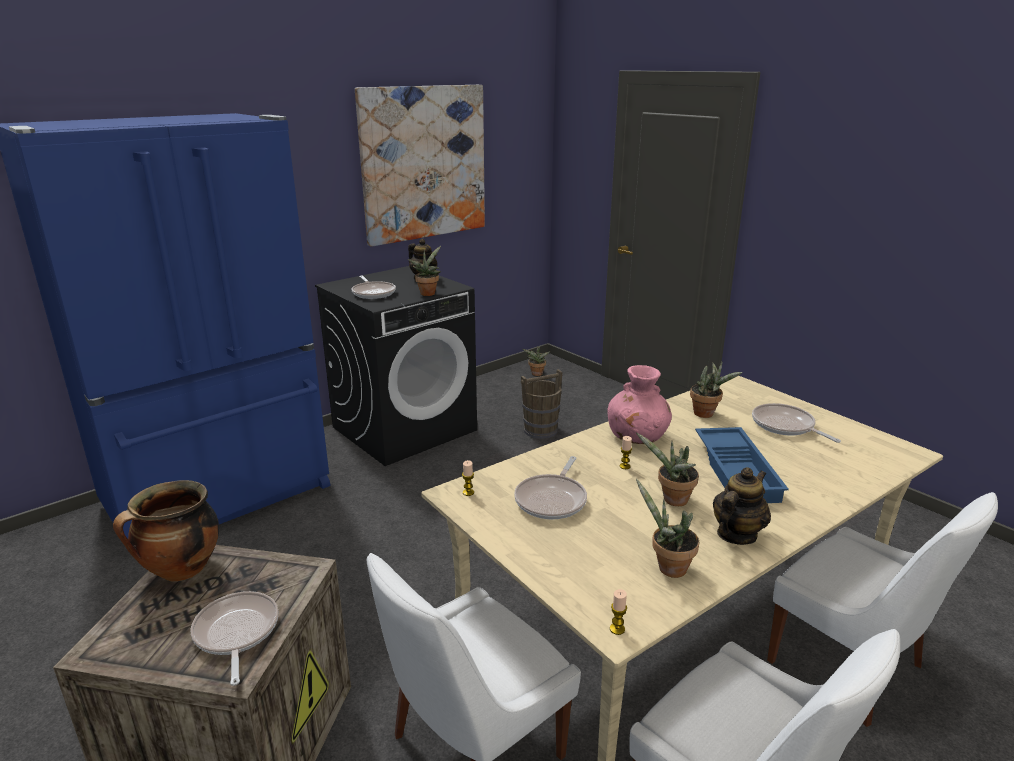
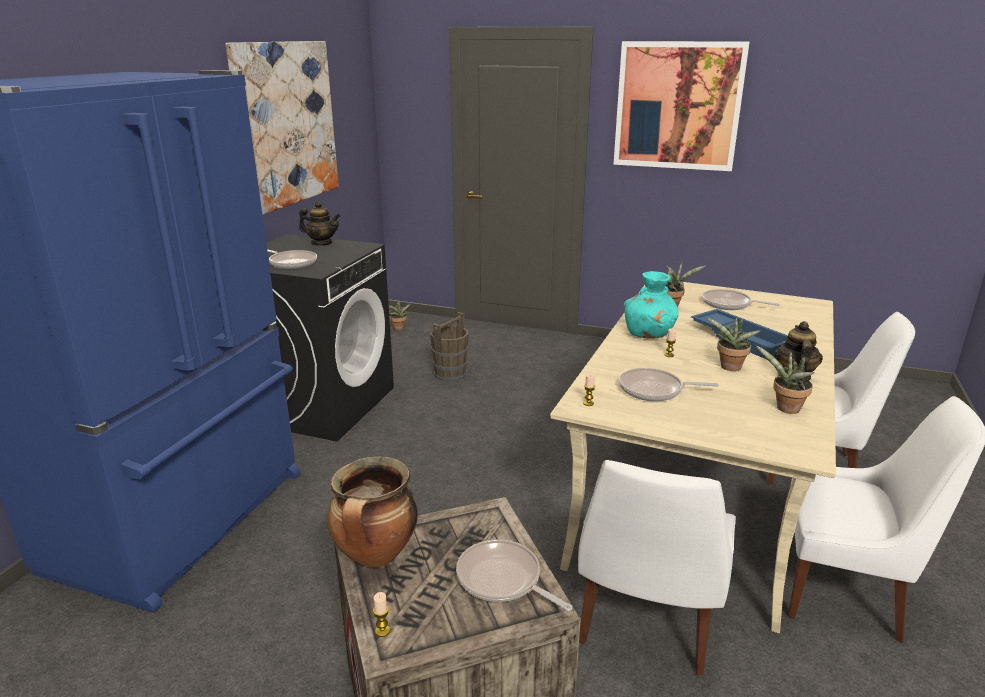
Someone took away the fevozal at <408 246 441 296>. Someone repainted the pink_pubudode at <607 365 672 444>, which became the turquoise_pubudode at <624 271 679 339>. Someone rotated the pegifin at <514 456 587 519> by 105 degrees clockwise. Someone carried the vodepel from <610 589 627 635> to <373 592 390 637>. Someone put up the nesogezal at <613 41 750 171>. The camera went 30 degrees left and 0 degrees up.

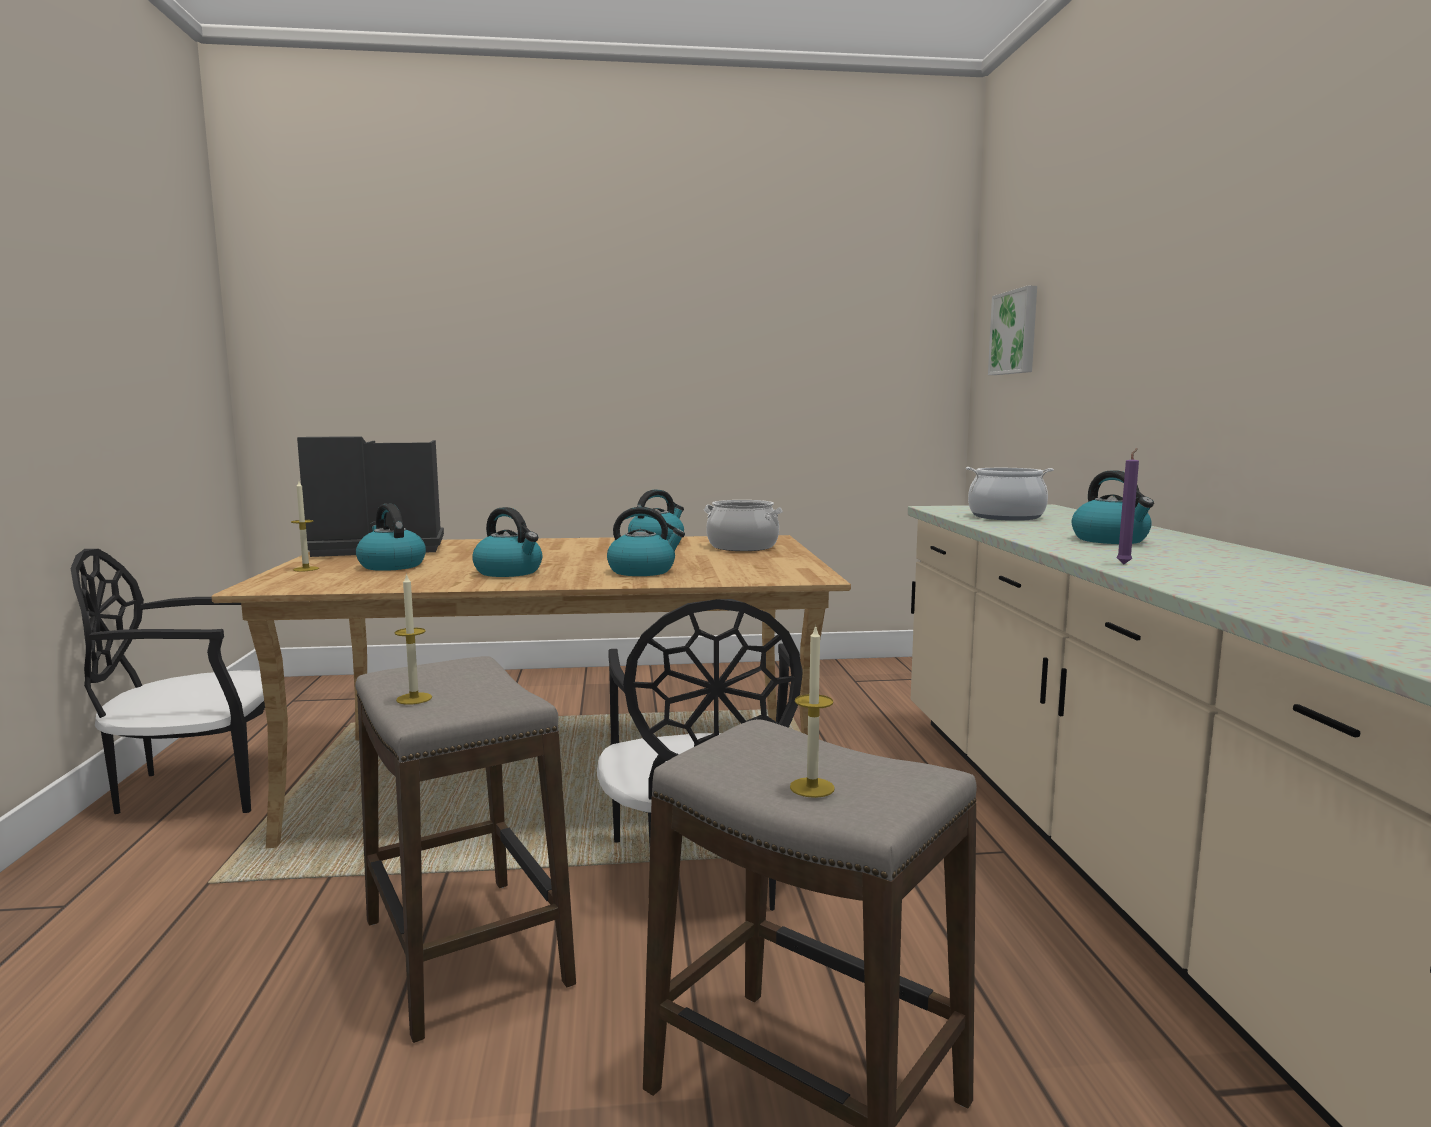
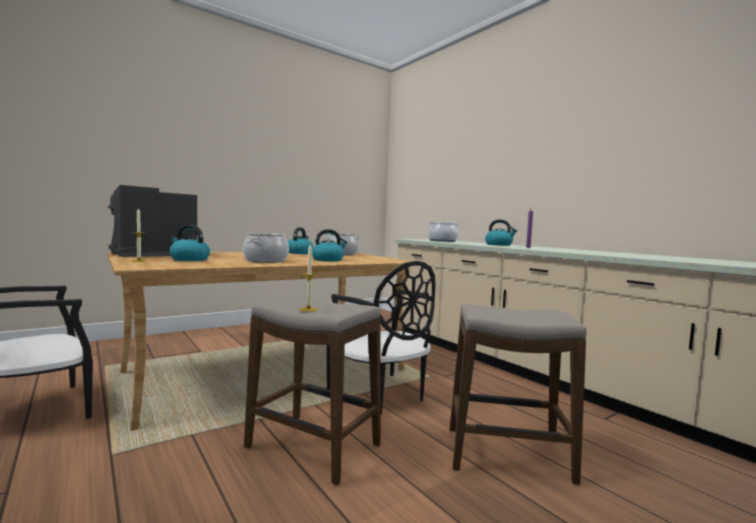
Someone took away the nesogezal at <988 286 1037 375>. Someone swapped the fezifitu at <472 507 542 577> for the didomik at <243 233 289 263>. Someone took away the vodepel at <790 624 835 798>. The camera went 30 degrees left and 5 degrees down.

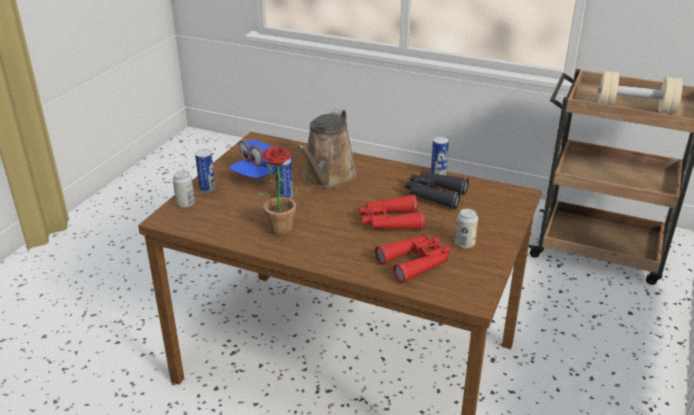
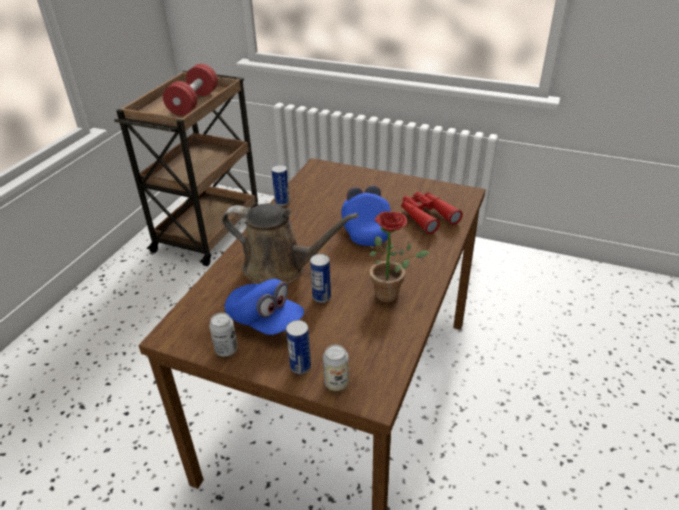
Someone repainted the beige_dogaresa at <598 71 683 114>, which became the red_dogaresa at <163 64 218 116>. Someone took away the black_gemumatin at <405 172 469 210>. Someone swapped the red_gemumatin at <359 195 425 230> for the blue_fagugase at <341 185 391 246>. Someone carried the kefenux from <455 208 478 248> to <209 313 238 357>. The camera went 90 degrees left and 5 degrees up.

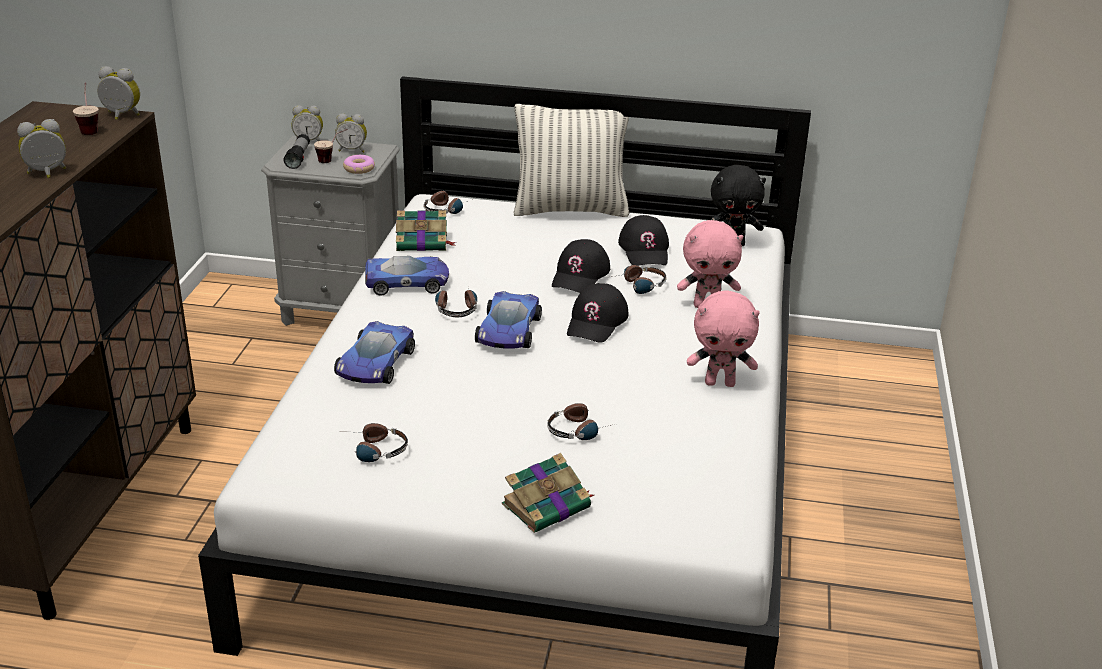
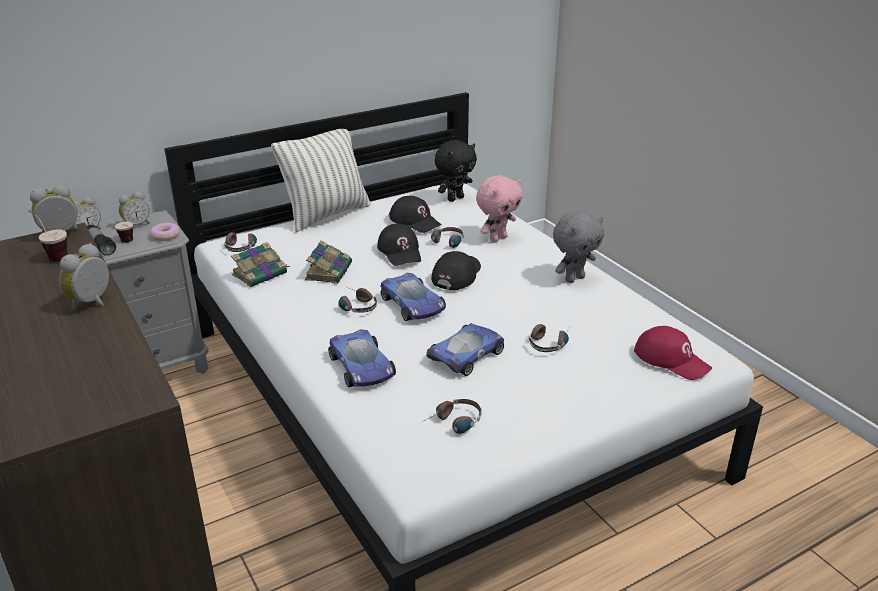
Someone carried the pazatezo from <365 256 449 296> to <426 323 504 376>. Someone rotated the black_fagugase at <567 283 629 343> by 135 degrees counterclockwise. Someone repainted the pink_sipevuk at <687 291 760 387>, which became the grey_sipevuk at <553 211 604 283>. Someone carried the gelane from <502 453 594 533> to <305 240 352 284>. Someone put down the red_fagugase at <634 326 712 380>. The camera went 40 degrees left and 0 degrees up.

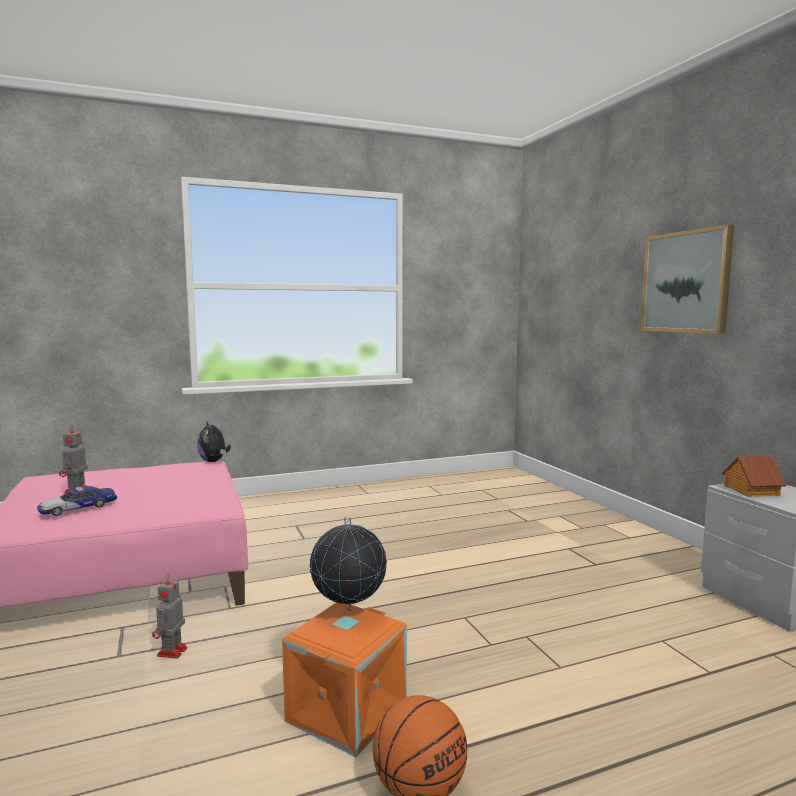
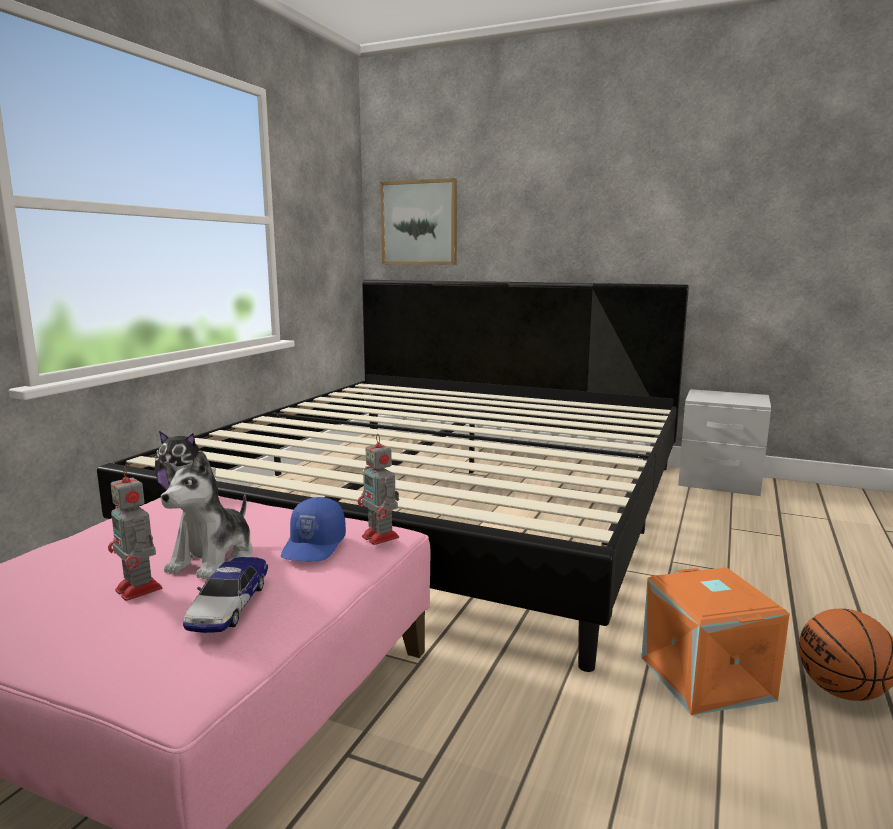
Someone carried the nesogezal from <640 224 734 334> to <380 178 457 265>. Someone took away the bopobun at <722 456 787 497>. Someone took away the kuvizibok at <309 517 387 611>. Someone carried the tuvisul from <152 574 187 658> to <358 434 399 545>. Someone put down the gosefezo at <97 280 689 672>. Someone put down the sipevuk at <161 450 252 580>. Someone put down the blue_fagugase at <281 497 346 562>. The camera went 45 degrees left and 5 degrees up.

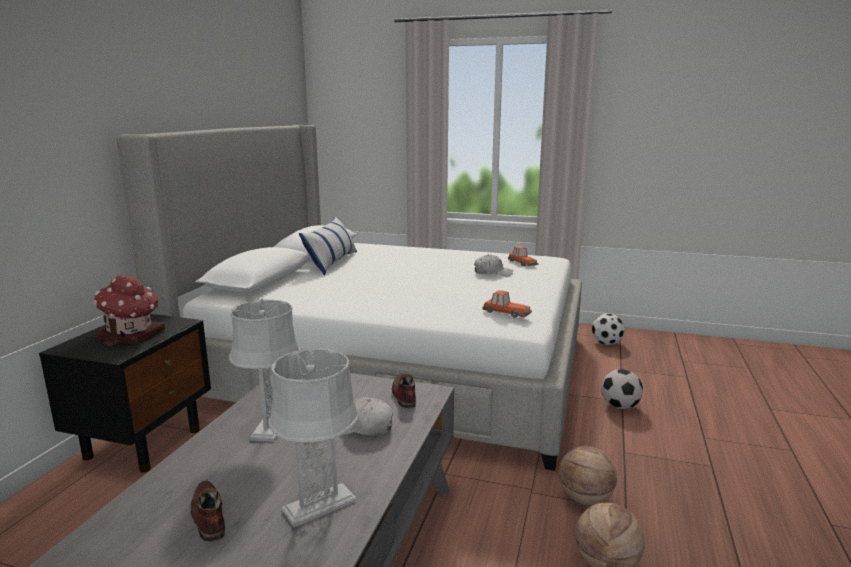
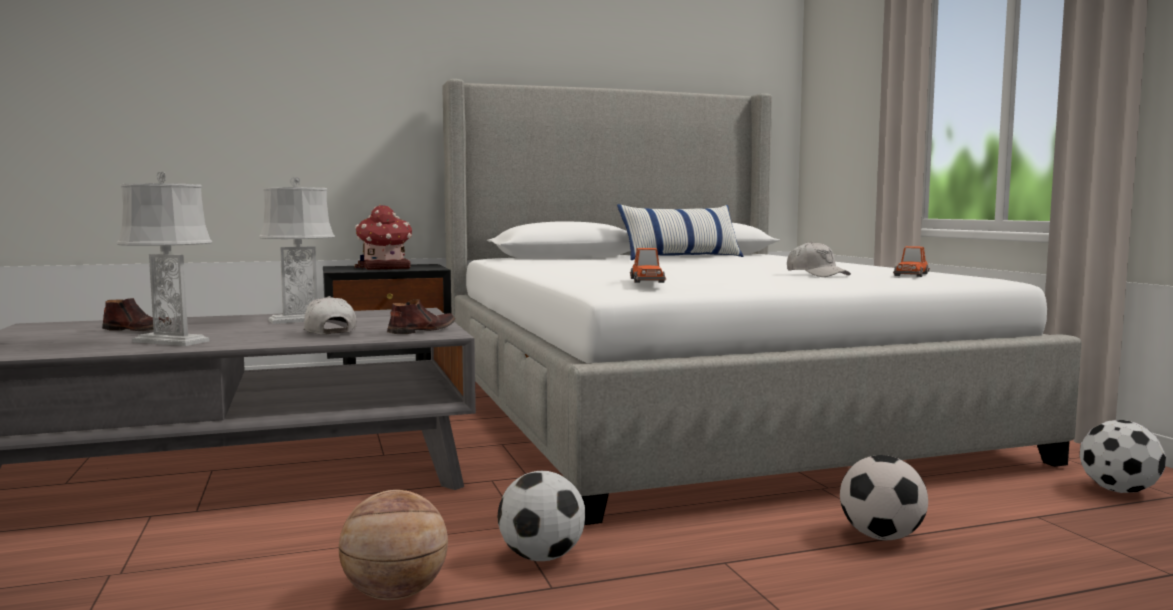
Someone swapped the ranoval at <559 446 617 505> for the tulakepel at <498 471 585 561>. Someone rotated the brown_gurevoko at <191 481 225 542> by 75 degrees clockwise. The camera went 55 degrees right and 10 degrees down.

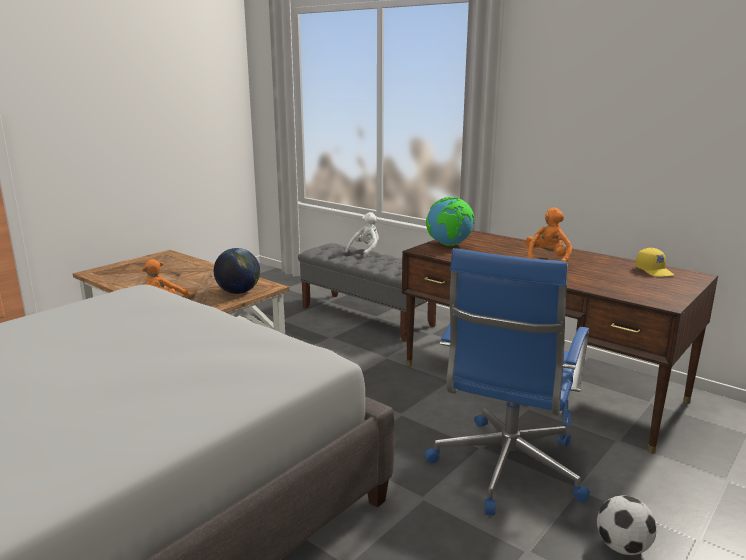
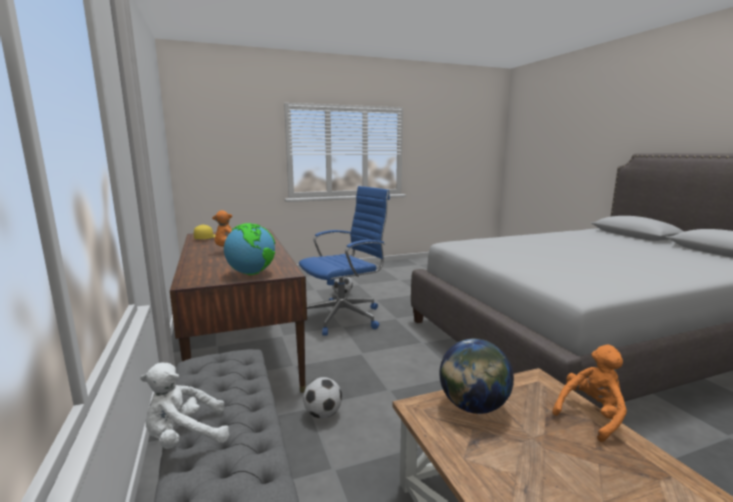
Someone put down the tulakepel at <303 377 342 419>. The camera went 150 degrees left and 5 degrees down.

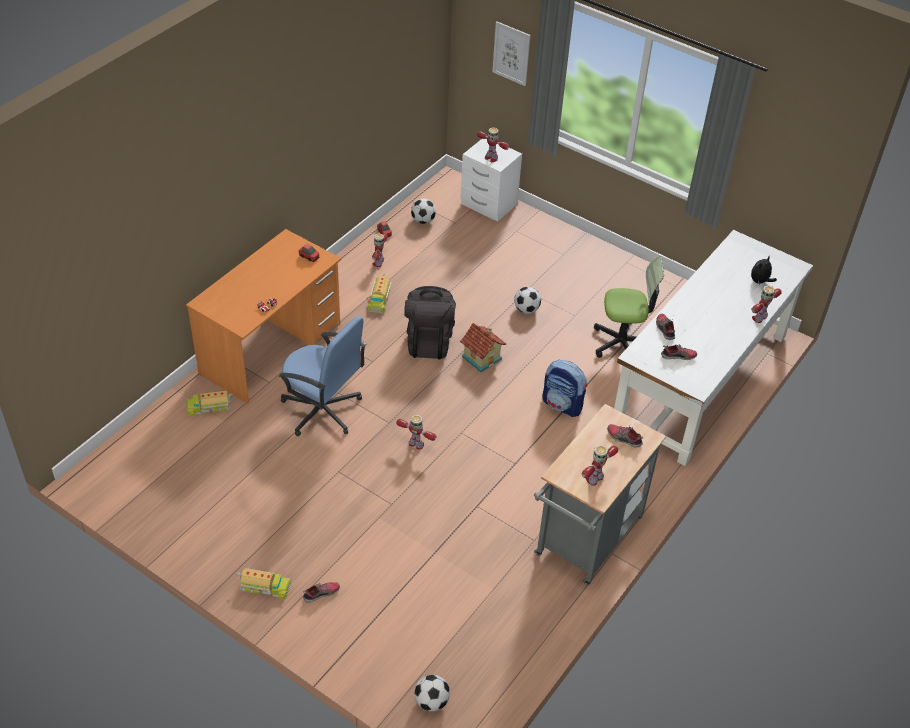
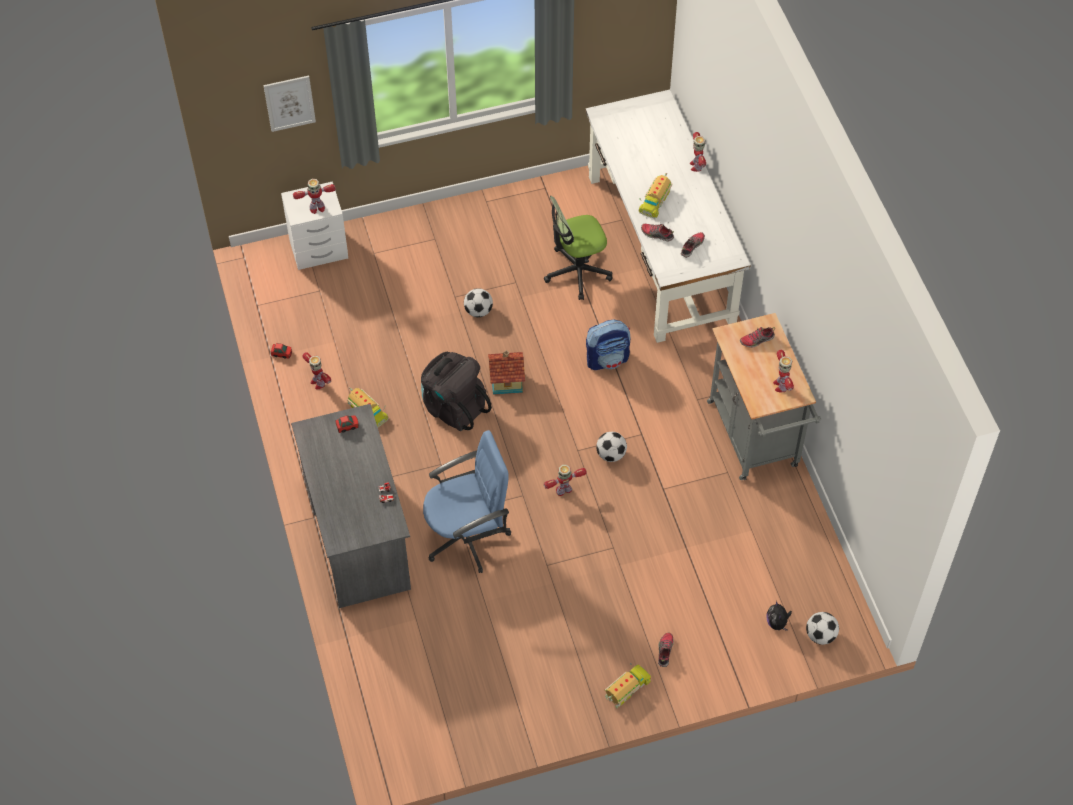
Someone carried the tulakepel from <411 199 436 224> to <596 432 627 462>. Someone repainted the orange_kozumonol at <186 229 341 404>, which became the grey_kozumonol at <291 404 411 608>. Someone rotated the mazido at <594 256 664 358> by 150 degrees counterclockwise. Someone carried the sipevuk from <751 257 777 284> to <766 601 792 631>. Someone carried the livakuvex from <186 391 233 417> to <639 173 673 219>. The camera went 50 degrees left and 10 degrees up.

